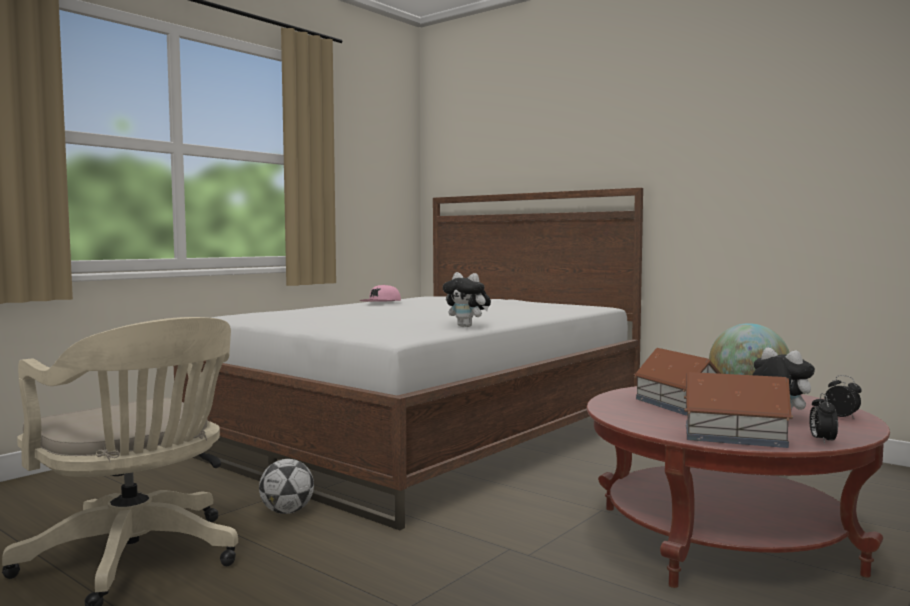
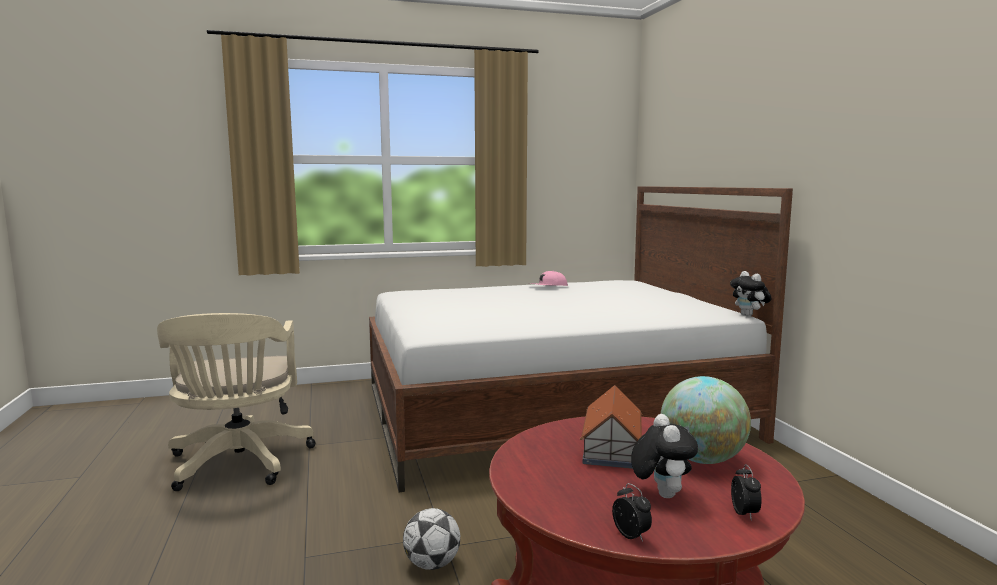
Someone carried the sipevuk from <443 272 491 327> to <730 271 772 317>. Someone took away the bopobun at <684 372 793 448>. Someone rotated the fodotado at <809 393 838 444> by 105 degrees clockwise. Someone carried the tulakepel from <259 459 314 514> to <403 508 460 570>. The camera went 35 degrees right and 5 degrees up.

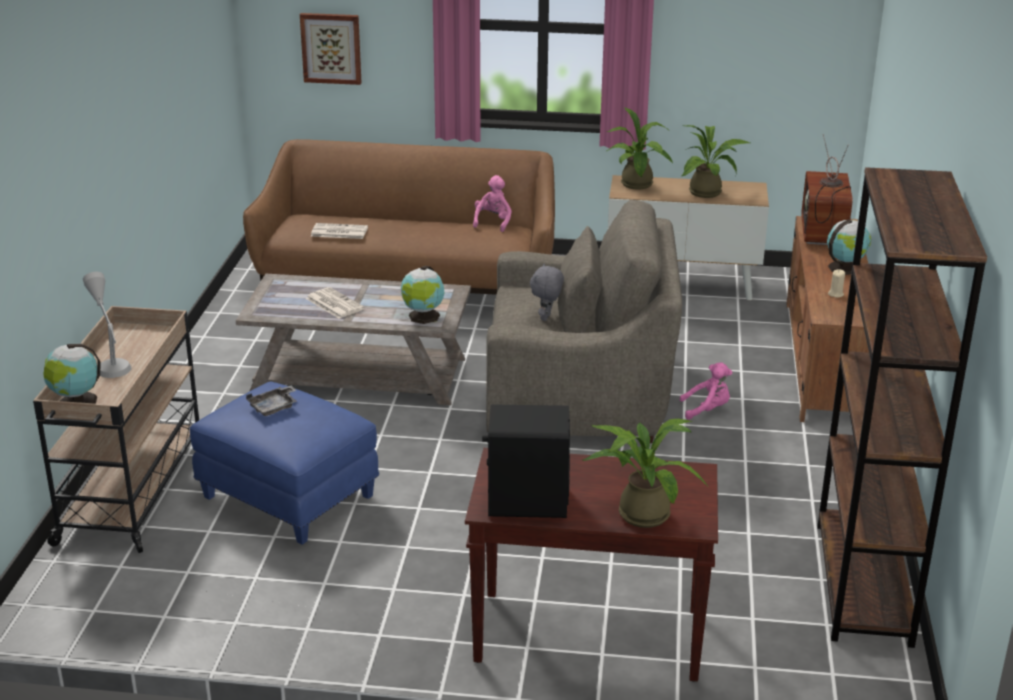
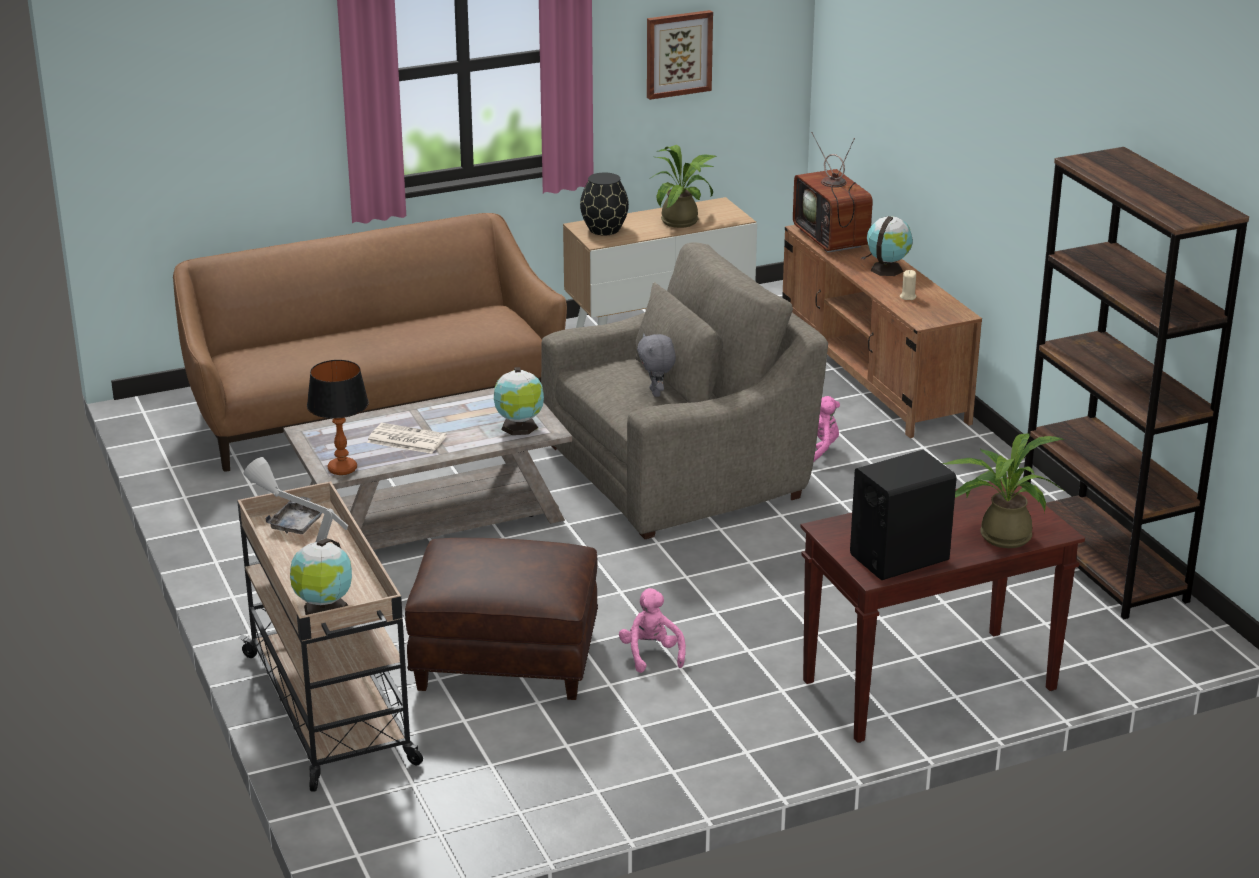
Someone carried the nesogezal from <300 13 362 85> to <647 10 713 100>. Someone swapped the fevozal at <607 107 673 190> for the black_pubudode at <580 173 629 235>. Someone carried the pink_sipevuk from <473 175 512 232> to <619 588 686 673>. Someone took away the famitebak at <311 223 368 239>. Someone repainted the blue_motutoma at <190 382 379 545>, which became the brown_motutoma at <405 538 598 700>. Someone carried the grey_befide from <246 386 297 416> to <265 497 322 534>. Someone put down the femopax at <307 360 369 475>. The camera went 30 degrees left and 0 degrees up.

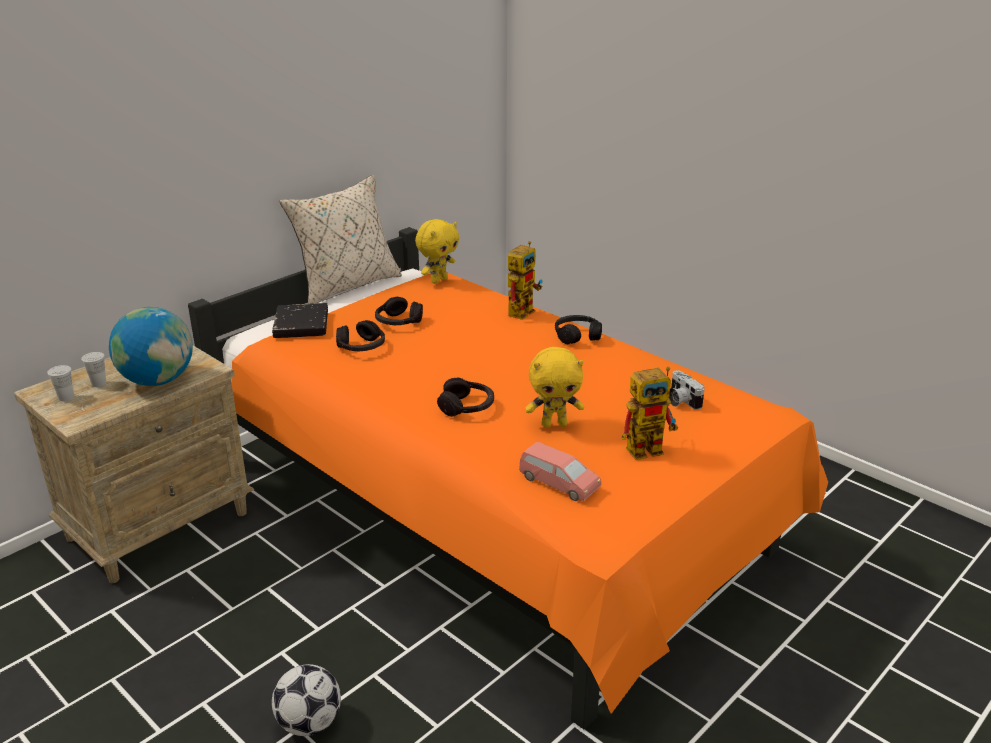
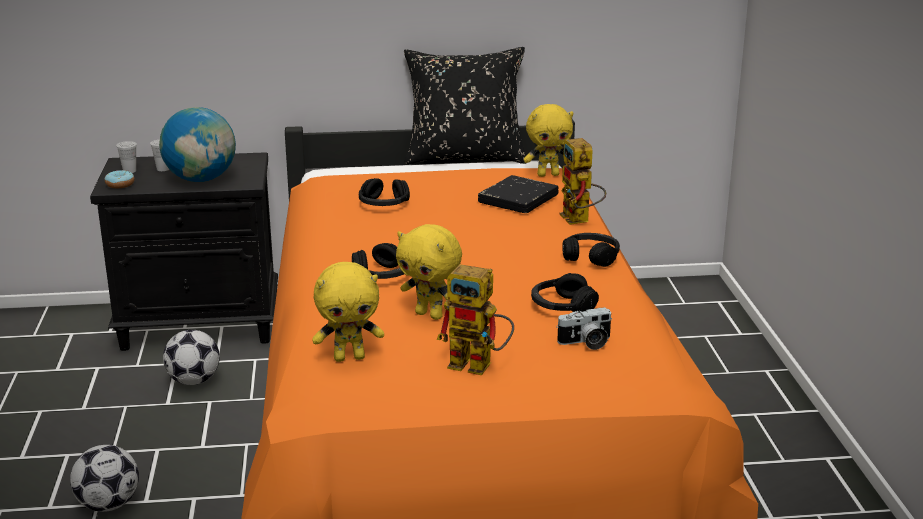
Someone repainted the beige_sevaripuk at <279 175 402 304>, which became the black_sevaripuk at <404 47 526 164>. Someone rotated the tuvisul at <508 241 543 320> by 90 degrees clockwise. Someone carried the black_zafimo from <375 297 423 325> to <531 273 599 312>. Someone carried the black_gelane from <272 303 328 338> to <478 175 559 213>. Someone repainted the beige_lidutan at <14 345 254 583>, which became the black_lidutan at <90 152 278 351>. Someone rotated the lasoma at <669 370 705 410> by 120 degrees counterclockwise. Someone swapped the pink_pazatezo at <519 442 601 501> for the yellow_sipevuk at <312 262 384 362>. Someone put down the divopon at <105 170 134 188>. Someone put down the tulakepel at <163 330 220 385>. The camera went 40 degrees right and 5 degrees down.

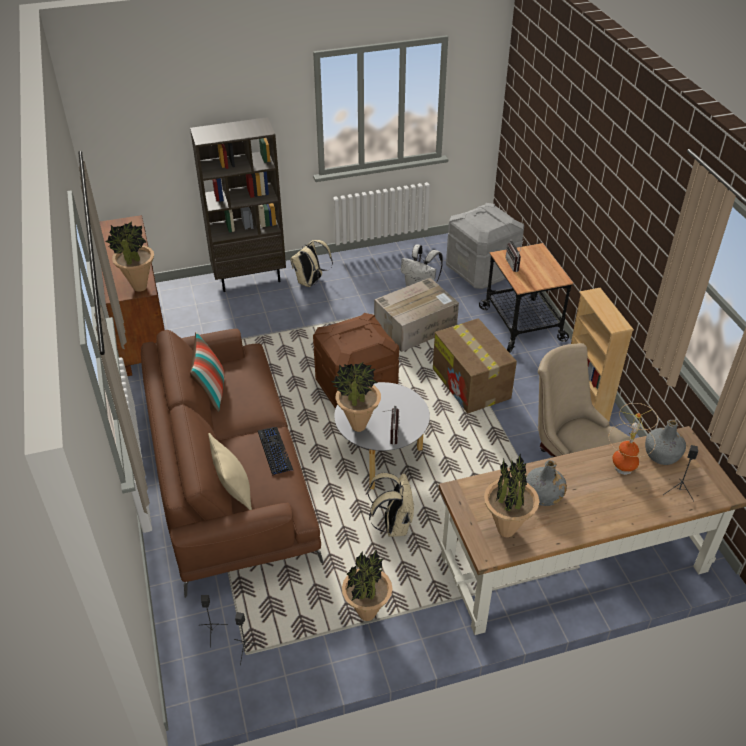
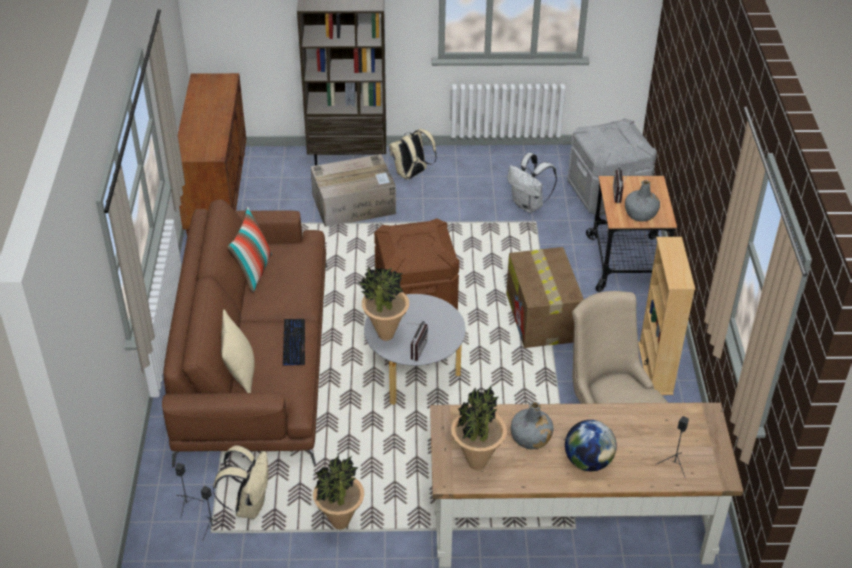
Someone took away the fevozal at <105 222 154 292>. Someone carried the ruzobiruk from <374 278 459 352> to <311 154 396 227>. Someone took away the femopax at <609 403 658 475>. Someone carried the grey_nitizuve from <645 420 686 465> to <625 180 660 222>. Someone carried the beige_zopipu from <367 473 414 537> to <213 445 268 519>. Someone put down the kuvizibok at <565 420 617 471>. The camera went 15 degrees right and 0 degrees up.

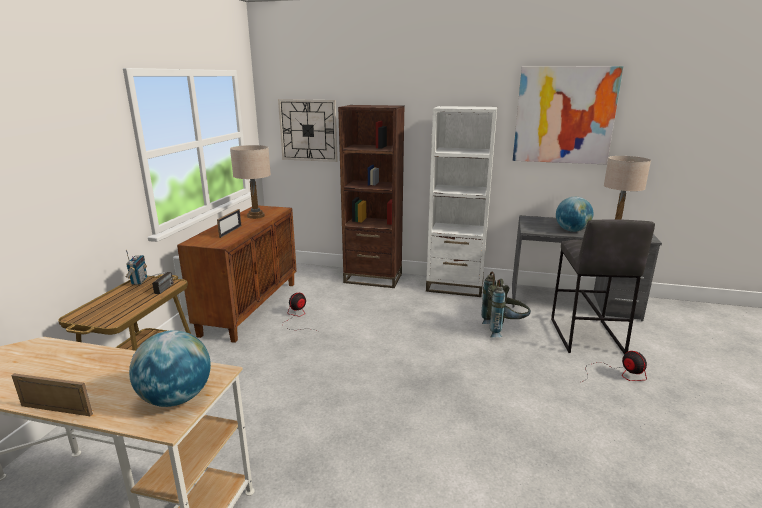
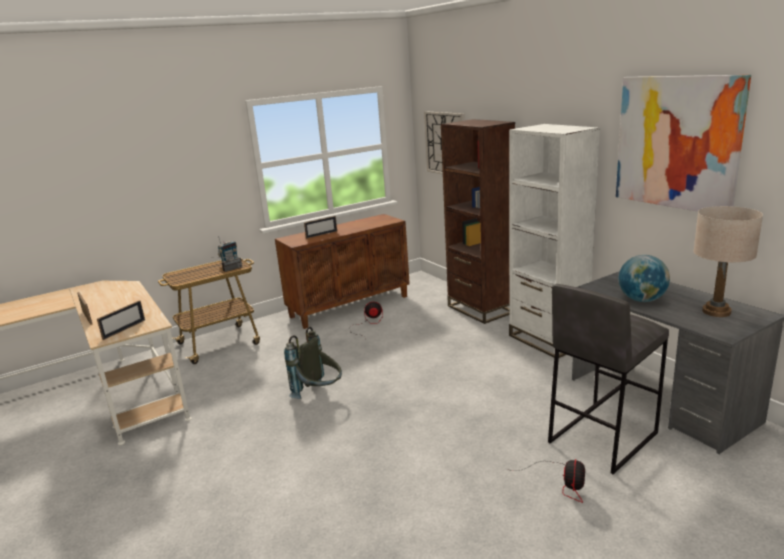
Someone took away the beige_femopax at <230 145 271 219>. Someone carried the grey_zopipu from <481 272 531 337> to <284 327 342 399>. Someone swapped the kuvizibok at <129 330 211 407> for the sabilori at <97 300 145 340>. The camera went 45 degrees right and 0 degrees up.

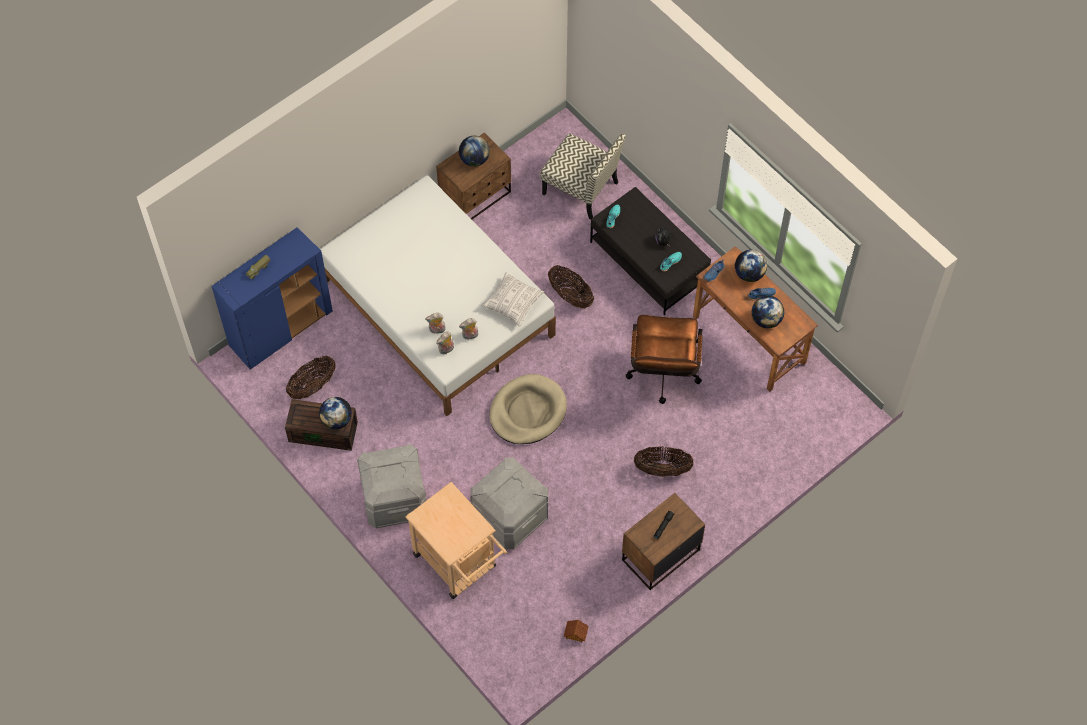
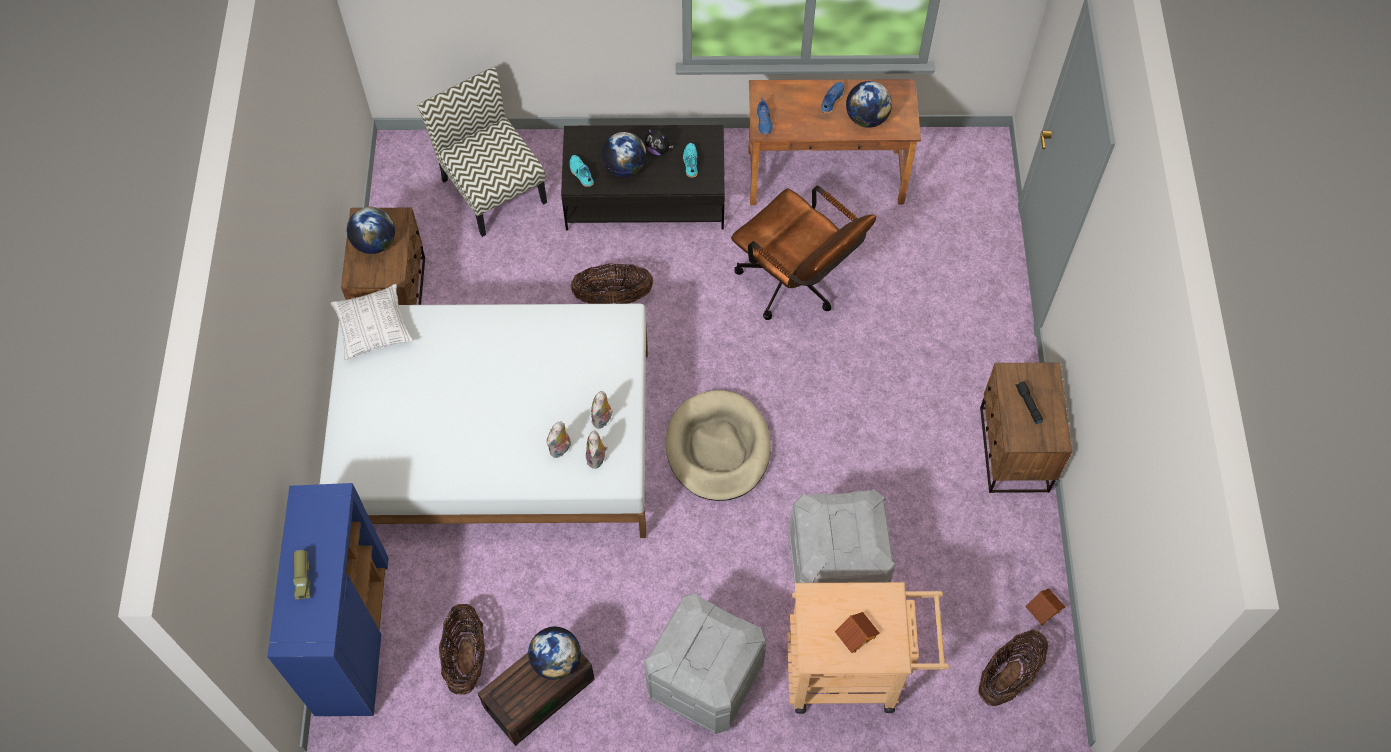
Someone rotated the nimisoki at <540 133 626 220> by 105 degrees counterclockwise. Someone carried the kuvizibok from <735 250 767 282> to <602 132 647 177>. Someone carried the sevaripuk from <482 272 544 327> to <331 284 413 360>. Someone carried the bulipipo from <634 446 694 477> to <978 630 1048 706>. Someone put down the bopobun at <835 612 879 653>. The camera went 50 degrees left and 0 degrees up.

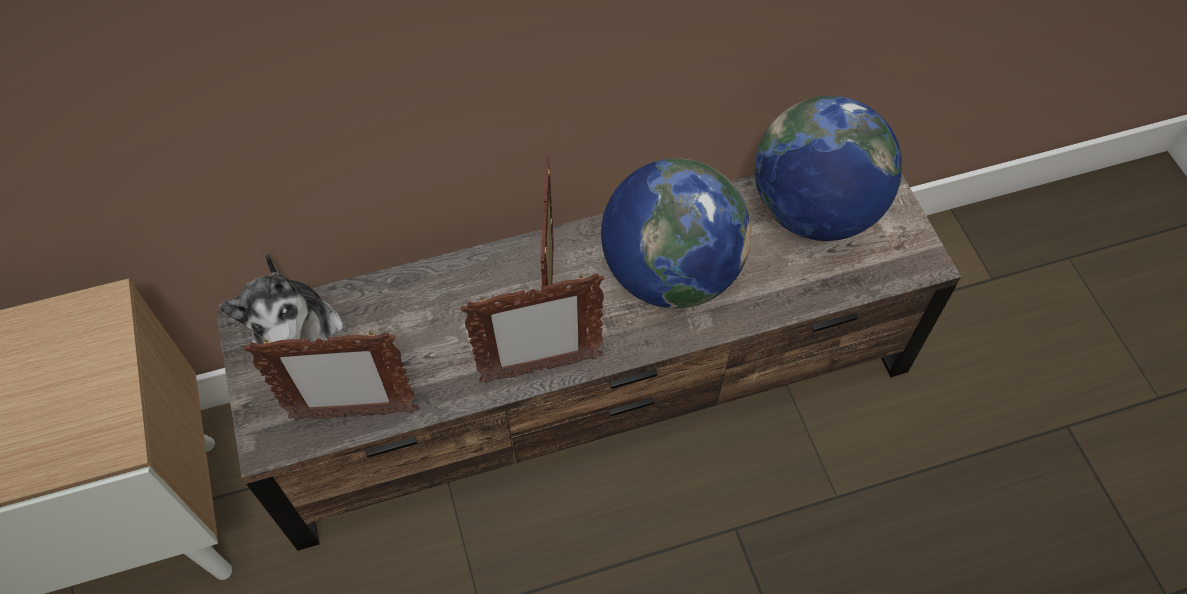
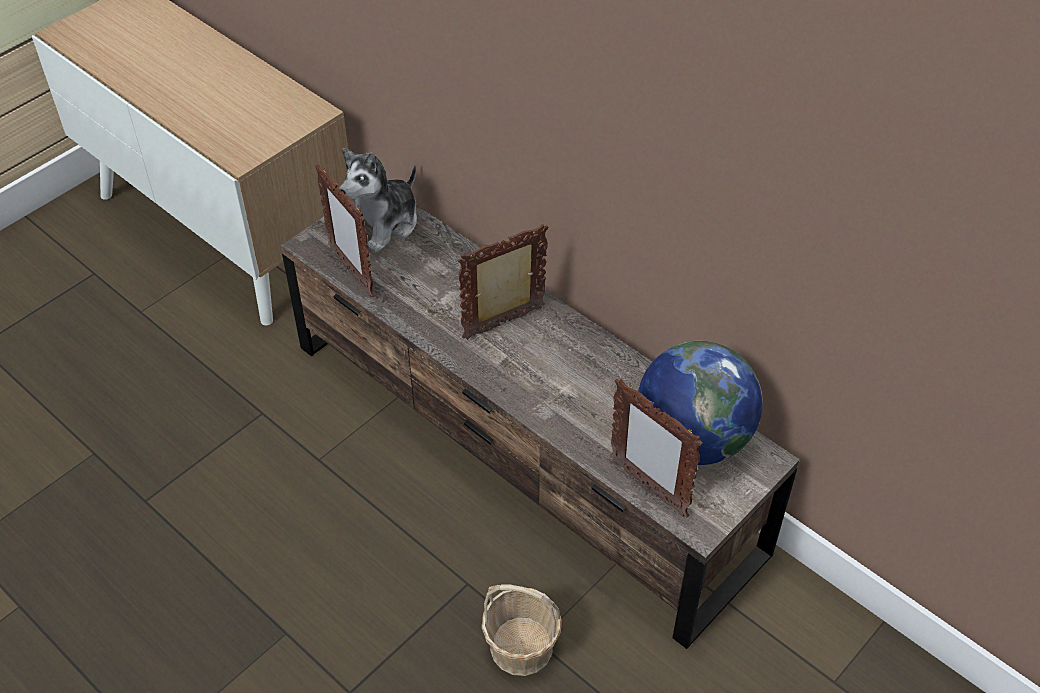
Someone took away the kuvizibok at <601 158 751 308>. Someone carried the sabilori from <461 273 604 384> to <610 379 703 517>. Someone put down the bulipipo at <482 584 562 676>. The camera went 60 degrees right and 10 degrees down.

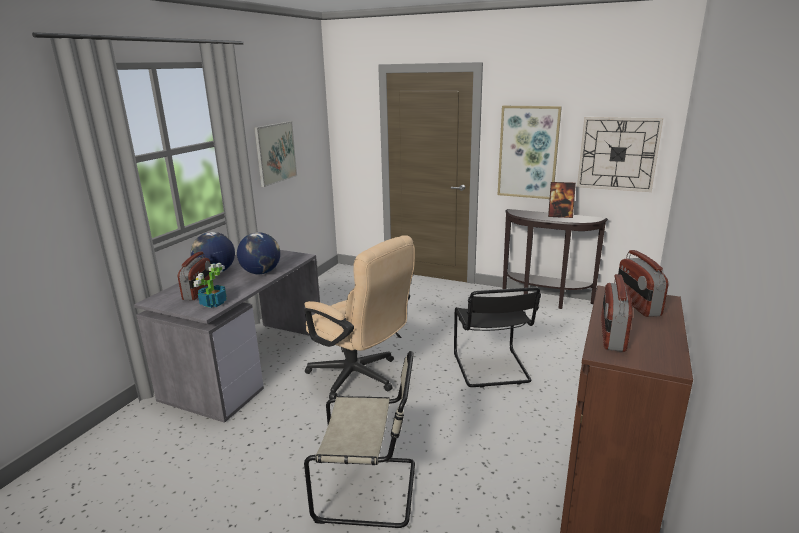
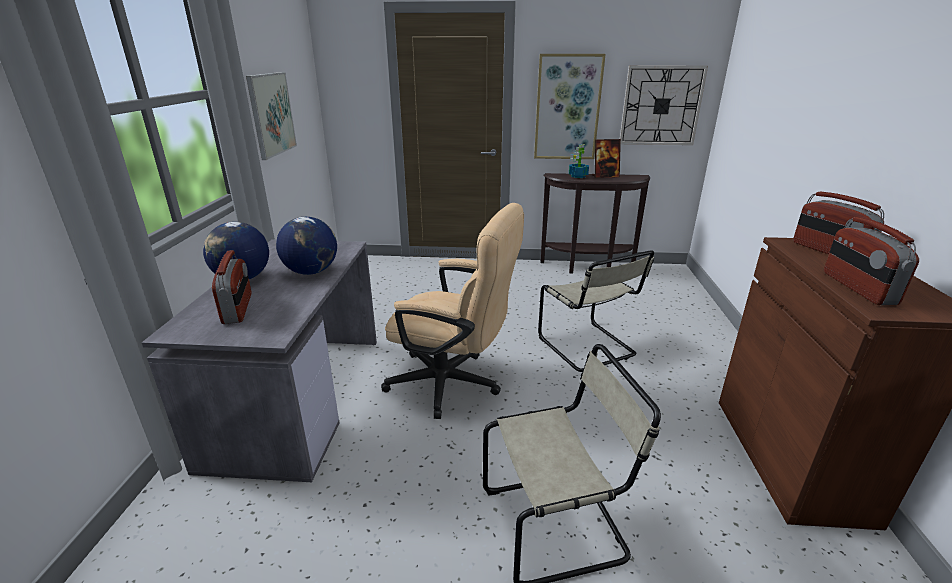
Someone carried the fevozal from <193 263 226 308> to <569 144 589 178>. Someone repainted the black_nimisoki at <454 287 541 388>, which became the beige_nimisoki at <538 250 654 372>. The camera went 20 degrees left and 5 degrees up.

